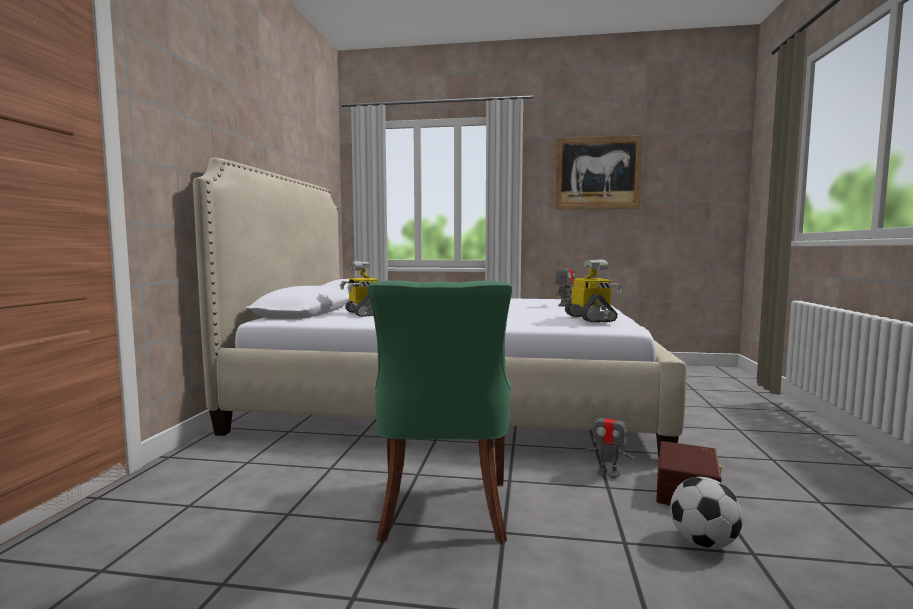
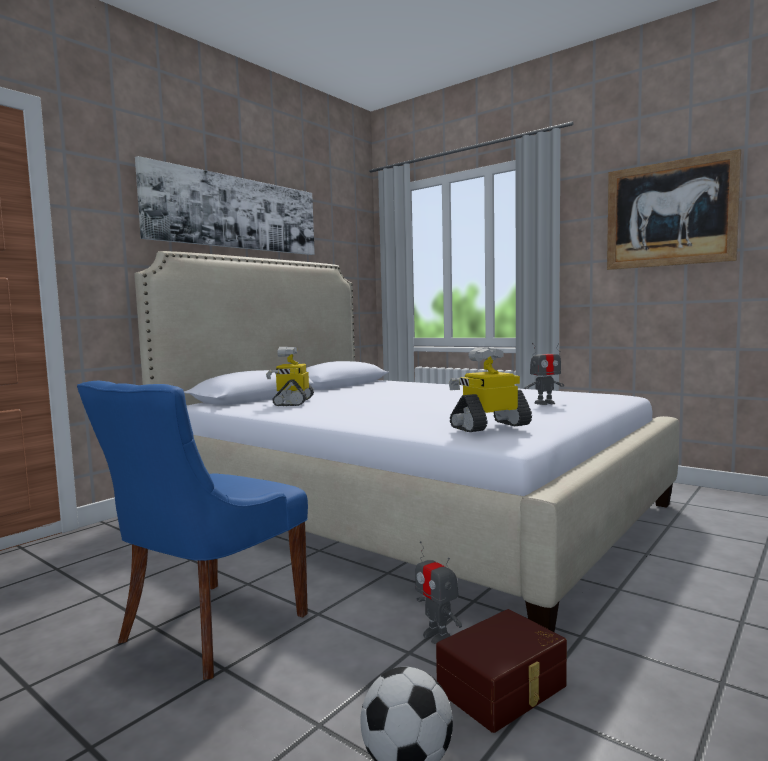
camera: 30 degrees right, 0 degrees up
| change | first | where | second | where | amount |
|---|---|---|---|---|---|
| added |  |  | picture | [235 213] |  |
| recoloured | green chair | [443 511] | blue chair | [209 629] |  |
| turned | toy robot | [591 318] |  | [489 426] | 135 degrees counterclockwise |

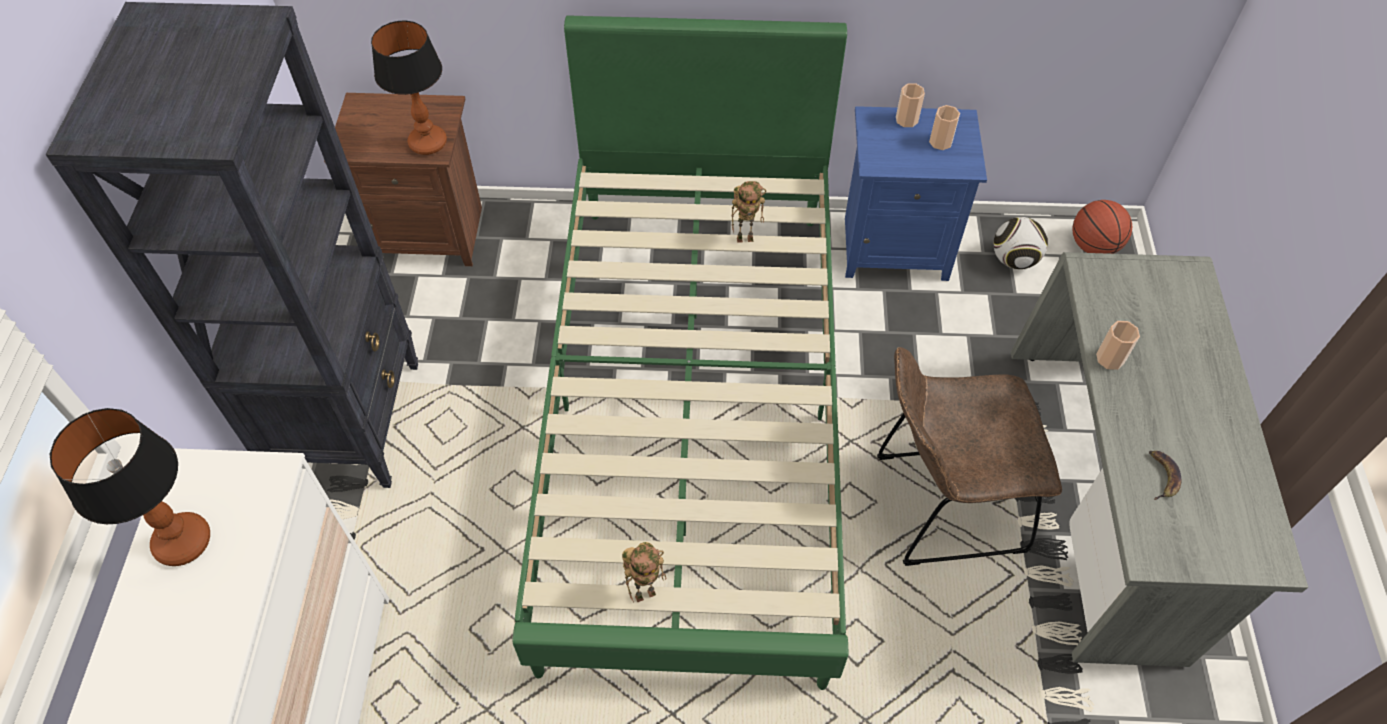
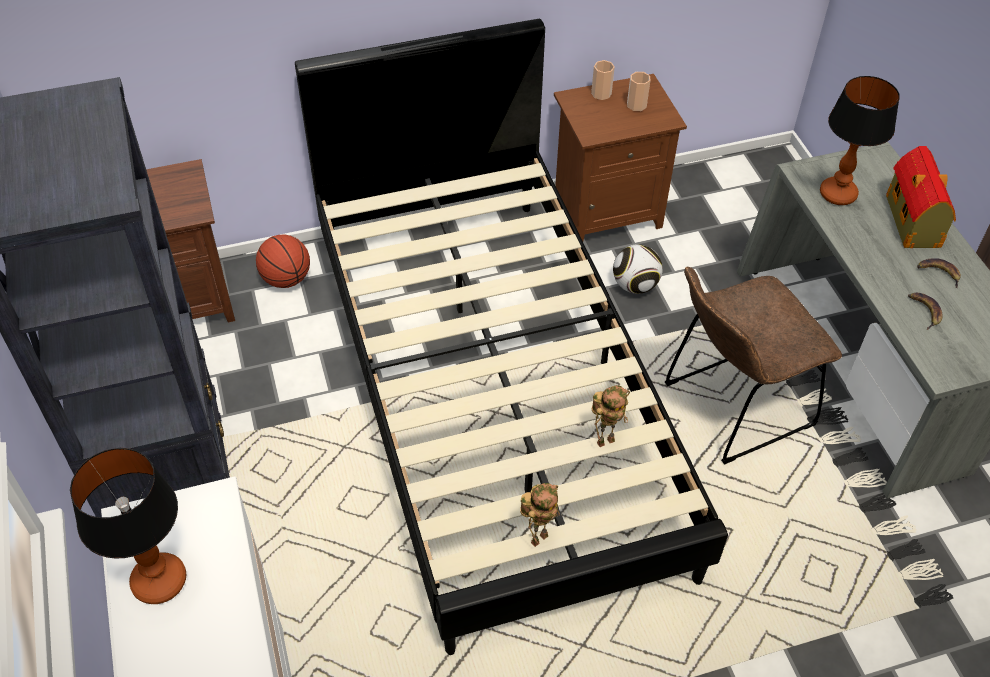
camera: 20 degrees left, 5 degrees down
| change | first | where | second | where | amount |
|---|---|---|---|---|---|
| removed | cup | [1110 358] |  |  |  |
| added |  |  | toy house | [913 222] |  |
| added |  |  | banana | [938 273] |  |
| moved | table lamp | [427 143] |  | [838 195] |  |
| moved | toy robot | [746 238] |  | [606 440] |  |
| moved | football | [1013 260] |  | [634 285] |  |
| moved | basketball | [1093 246] |  | [286 279] |  |
| recoloured | green bed | [693 414] | black bed | [494 393] |  |
| recoloured | blue nightstand | [894 247] | brown nightstand | [606 211] |  |

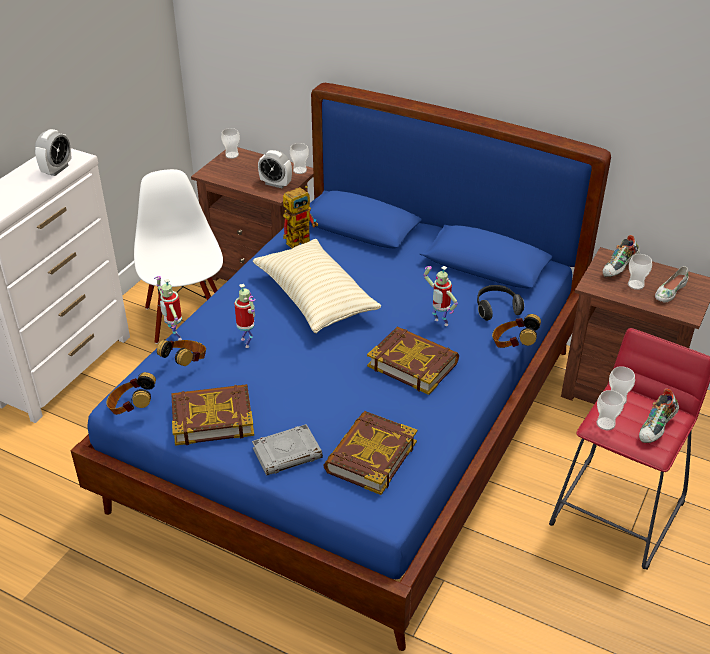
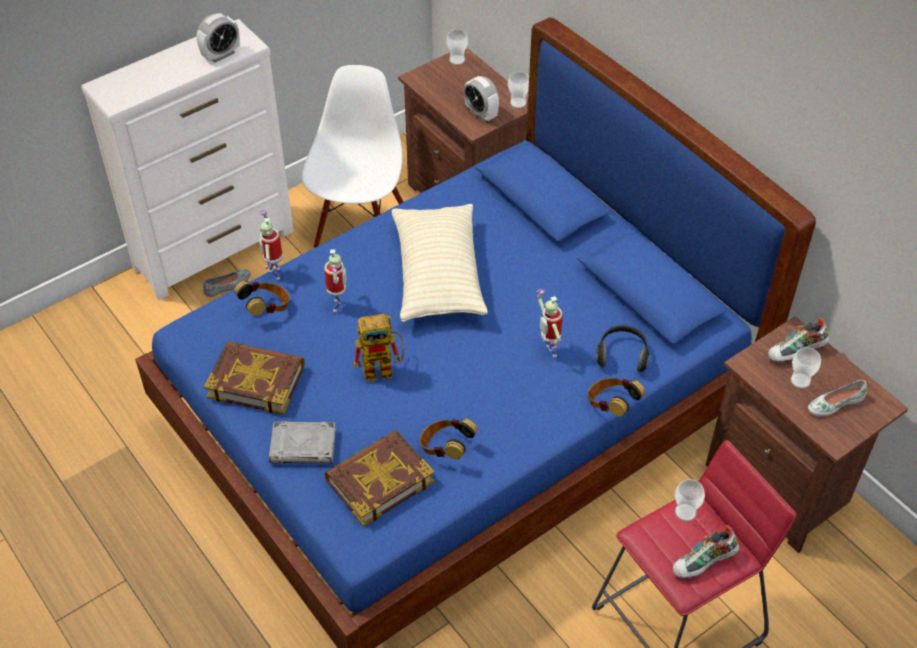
camera: 25 degrees right, 10 degrees up
| change | first | where | second | where | amount |
|---|---|---|---|---|---|
| removed | book | [413 364] |  |  |  |
| removed | cup | [605 424] |  |  |  |
| added |  |  | grey shoe | [228 286] |  |
| moved | headphones | [132 408] |  | [446 449] |  |
| moved | toy robot | [301 240] |  | [384 368] |  |

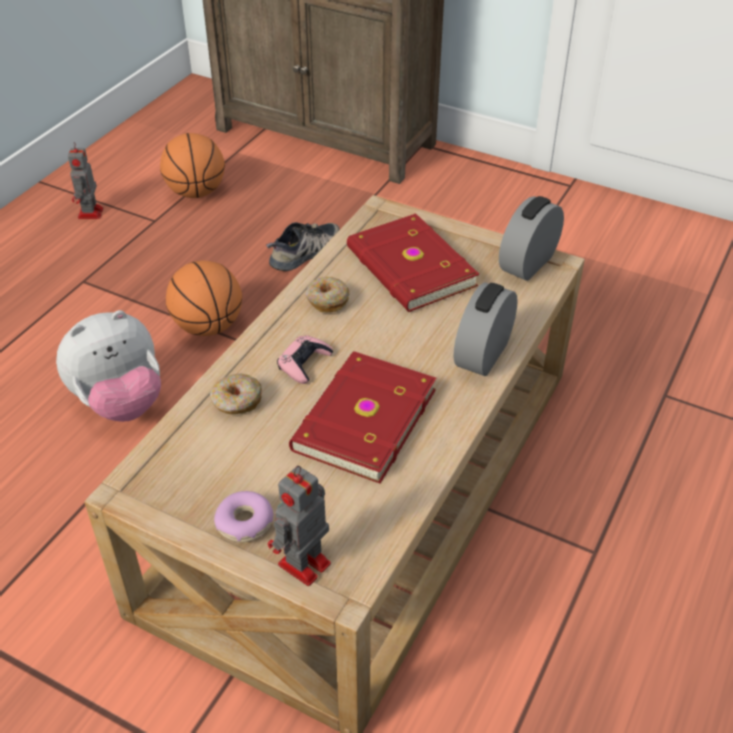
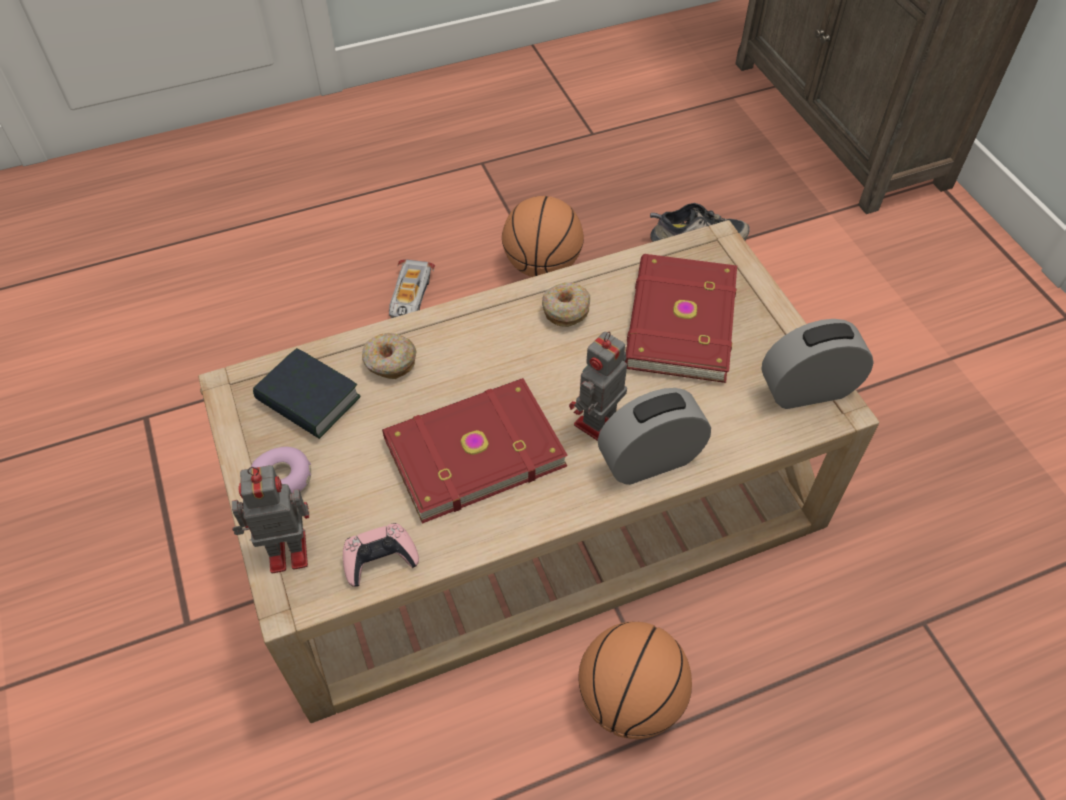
camera: 40 degrees right, 10 degrees up
| change | first | where | second | where | amount |
|---|---|---|---|---|---|
| added |  |  | book | [308 400] |  |
| moved | toy robot | [90 214] |  | [597 426] |  |
| moved | basketball | [196 192] |  | [630 698] |  |
| moved | pink game controller | [304 363] |  | [379 558] |  |
| replaced | plush toy | [120 402] | toy car | [410 295] |  |

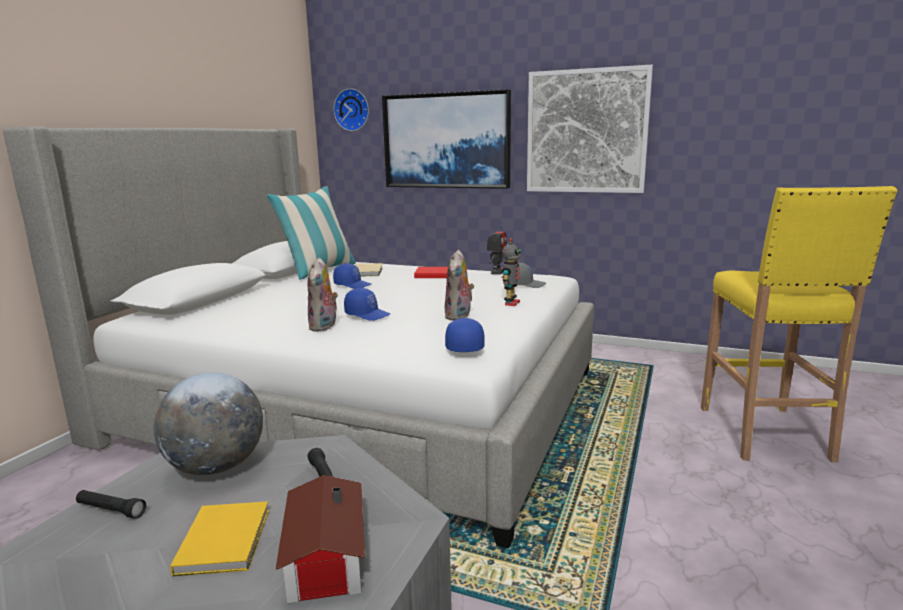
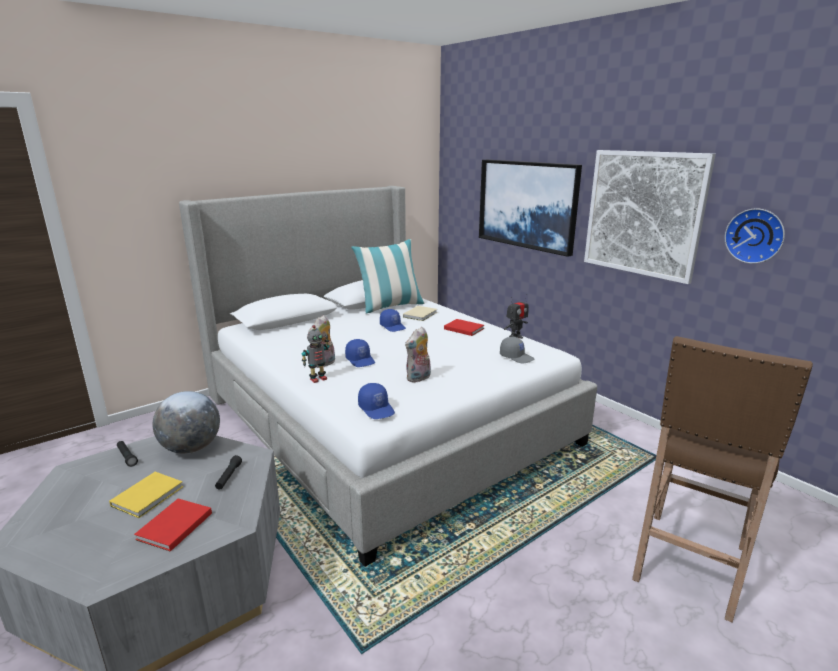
camera: 30 degrees right, 5 degrees up
| change | first | where | second | where | amount |
|---|---|---|---|---|---|
| moved | wall clock | [352 110] |  | [755 235] |  |
| moved | toy robot | [510 303] |  | [318 379] |  |
| replaced | toy house | [323 558] | red book | [173 527] |  |
| recoloured | yellow stool | [765 434] | brown stool | [689 565] |  |
| turned | blue cap | [463 346] |  | [377 409] | 120 degrees clockwise |

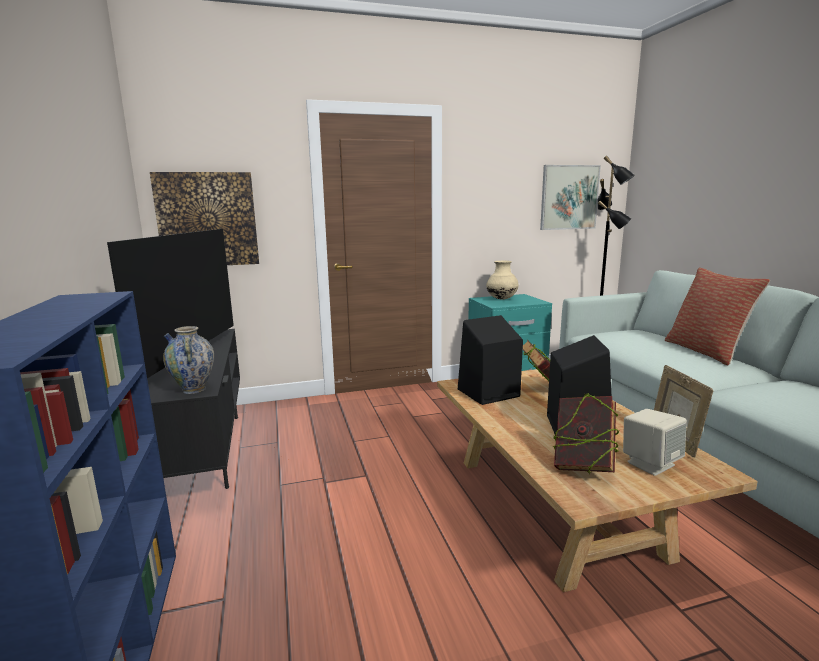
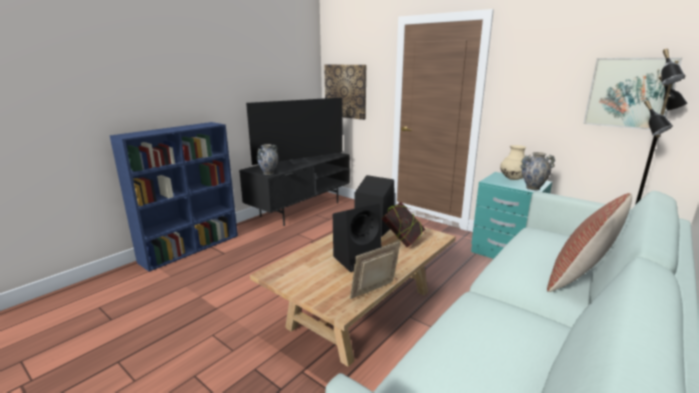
camera: 55 degrees right, 5 degrees up
| change | first | where | second | where | amount |
|---|---|---|---|---|---|
| removed | book | [582 465] |  |  |  |
| removed | beige speaker | [650 463] |  |  |  |
| added |  |  | vase | [533 188] |  |

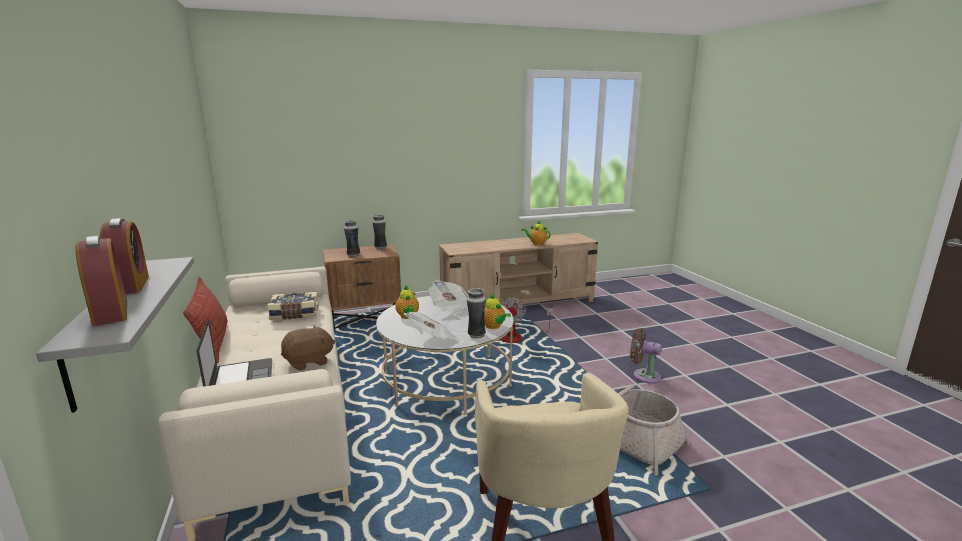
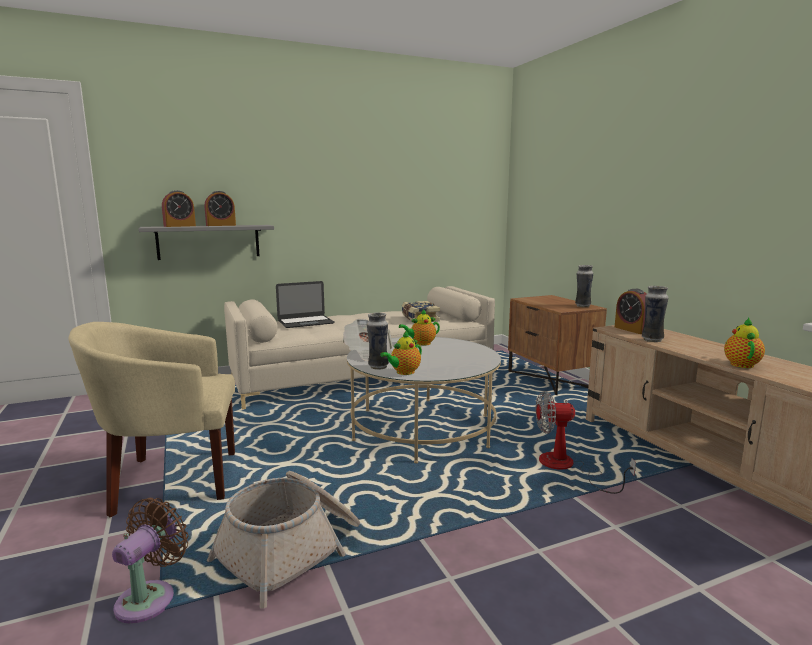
camera: 85 degrees right, 5 degrees down
| change | first | where | second | where | amount |
|---|---|---|---|---|---|
| removed | pillow | [213 342] |  |  |  |
| removed | brown plush toy | [309 362] |  |  |  |
| removed | newspaper | [451 310] |  |  |  |
| added |  |  | alarm clock | [632 330] |  |
| moved | vase | [353 255] |  | [652 340] |  |
| moved | brown fan | [643 375] |  | [150 597] |  |

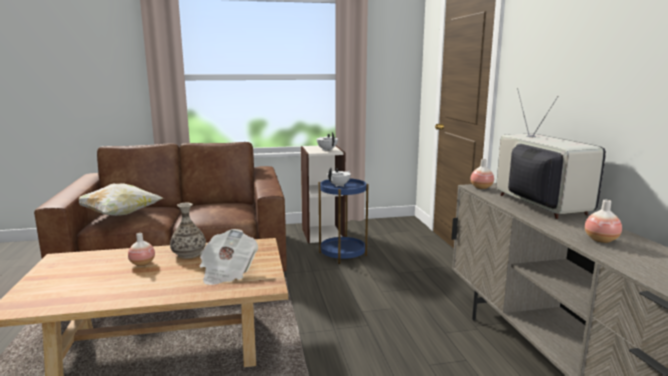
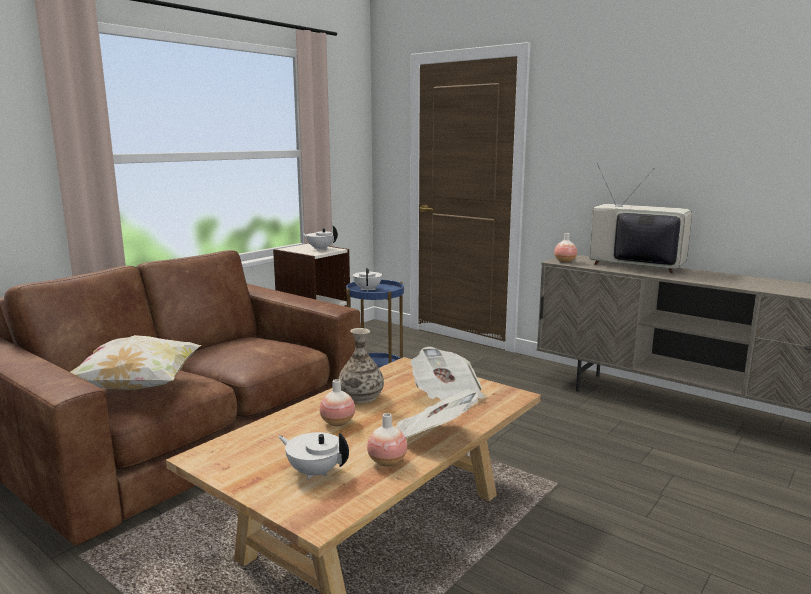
camera: 40 degrees left, 0 degrees up
| change | first | where | second | where | amount |
|---|---|---|---|---|---|
| added |  |  | white teapot | [315 472] |  |
| added |  |  | newspaper | [432 435] |  |
| moved | vase | [601 240] |  | [387 461] |  |

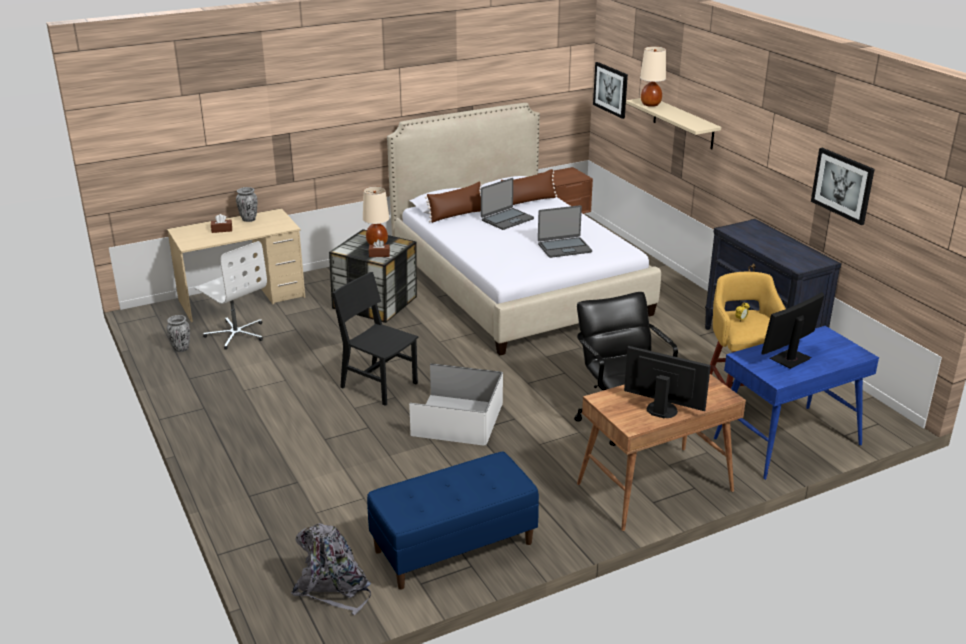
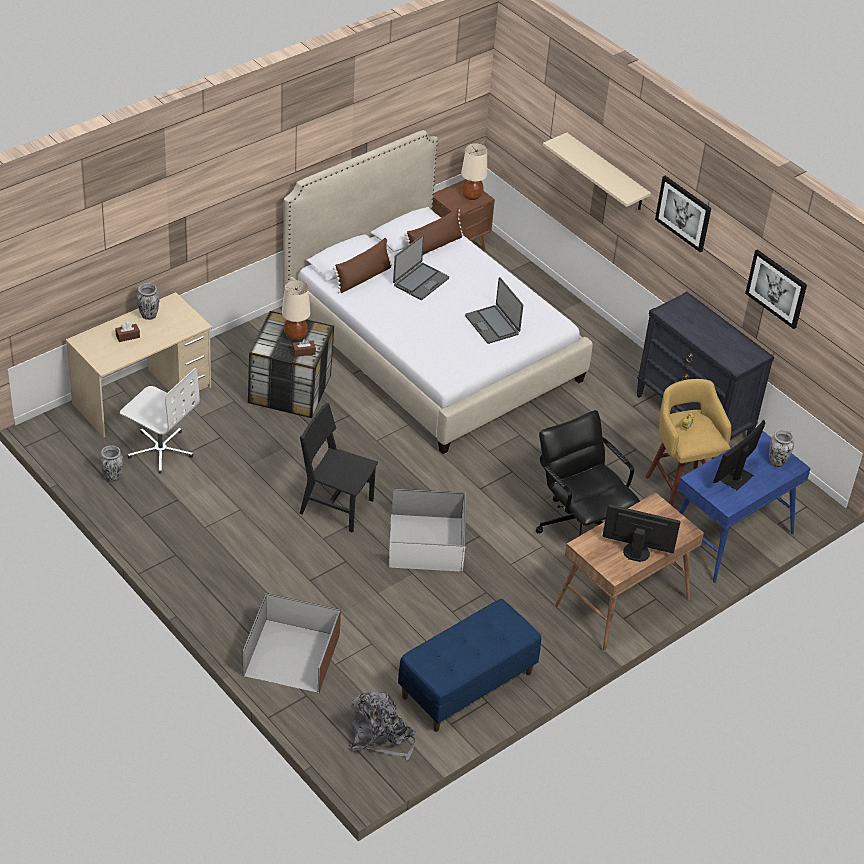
camera: 15 degrees left, 15 degrees up
| change | first | where | second | where | amount |
|---|---|---|---|---|---|
| added |  |  | brown storage box | [290 655] |  |
| added |  |  | vase | [777 462] |  |
| moved | picture | [611 89] |  | [683 213] |  |
| moved | beige table lamp | [650 105] |  | [471 196] |  |
| turned | laptop | [564 248] |  | [492 325] | 90 degrees clockwise |

